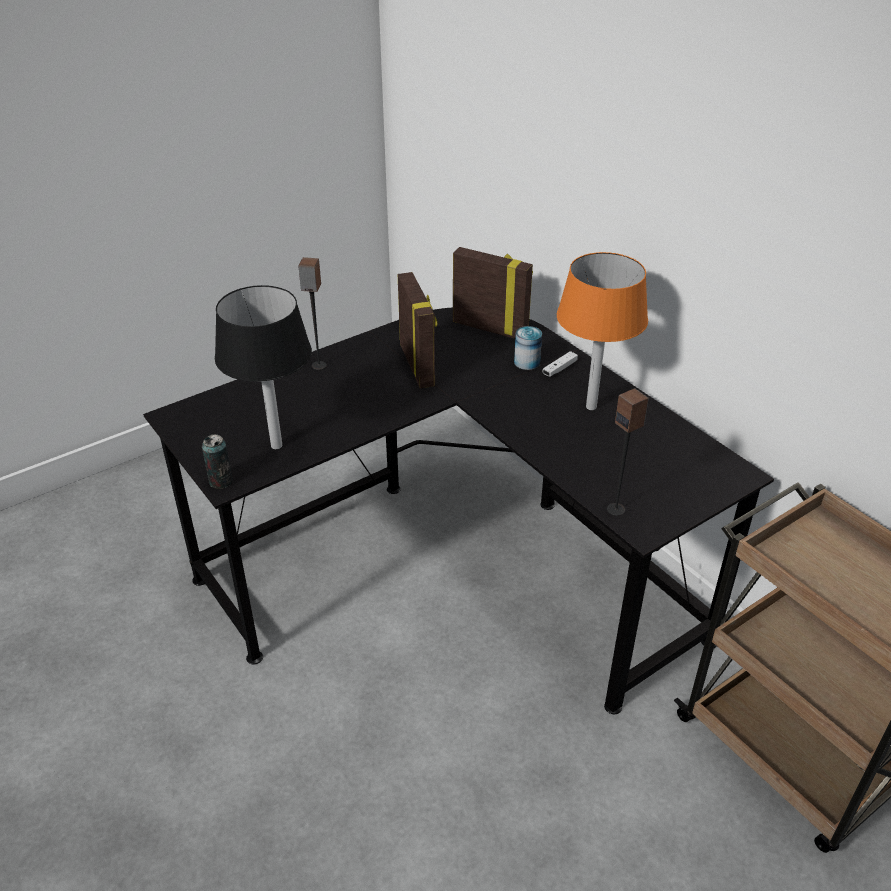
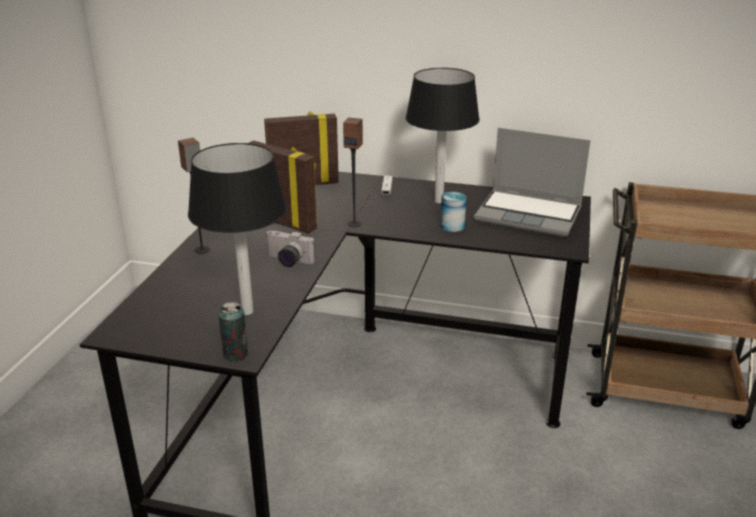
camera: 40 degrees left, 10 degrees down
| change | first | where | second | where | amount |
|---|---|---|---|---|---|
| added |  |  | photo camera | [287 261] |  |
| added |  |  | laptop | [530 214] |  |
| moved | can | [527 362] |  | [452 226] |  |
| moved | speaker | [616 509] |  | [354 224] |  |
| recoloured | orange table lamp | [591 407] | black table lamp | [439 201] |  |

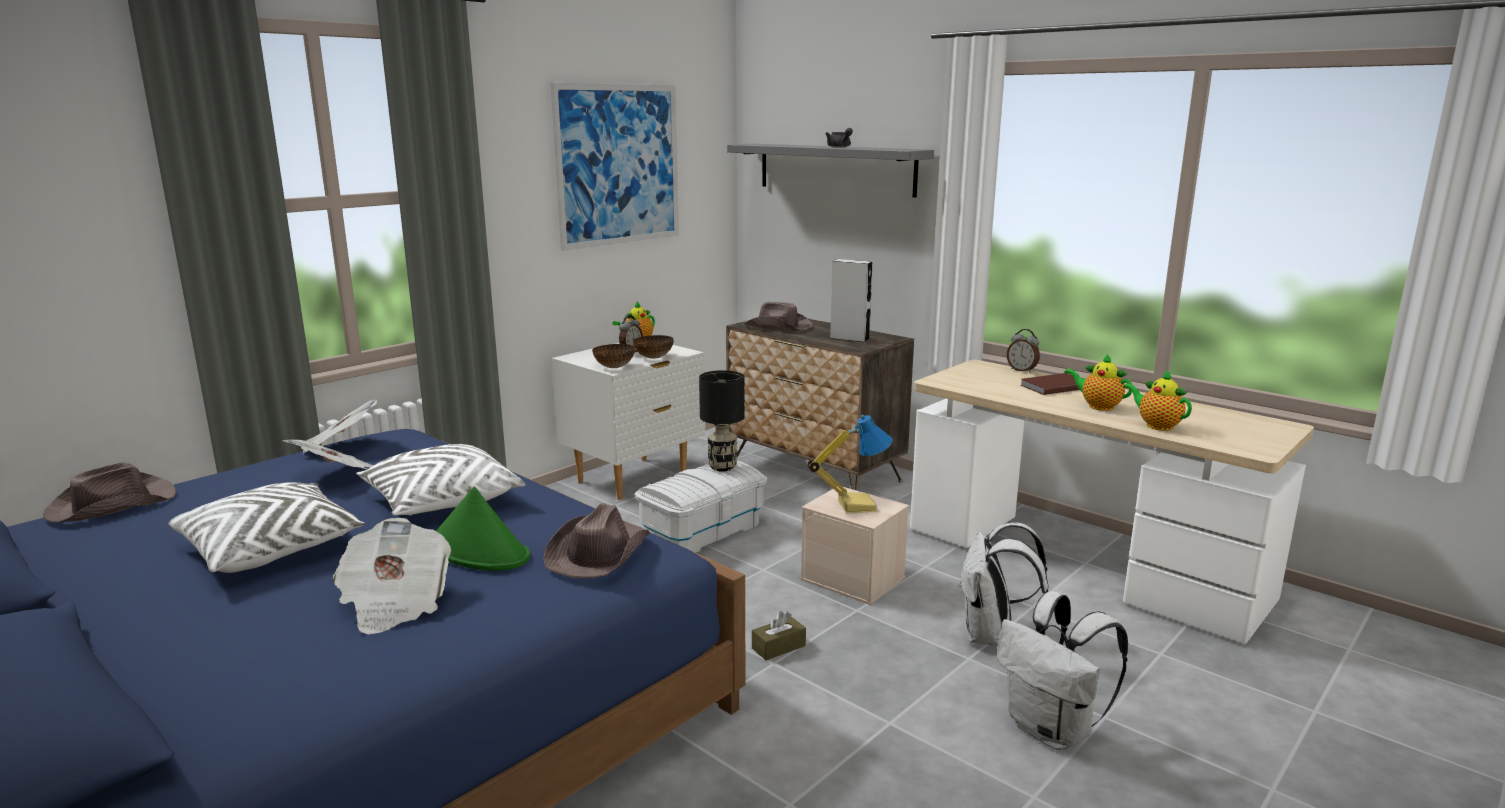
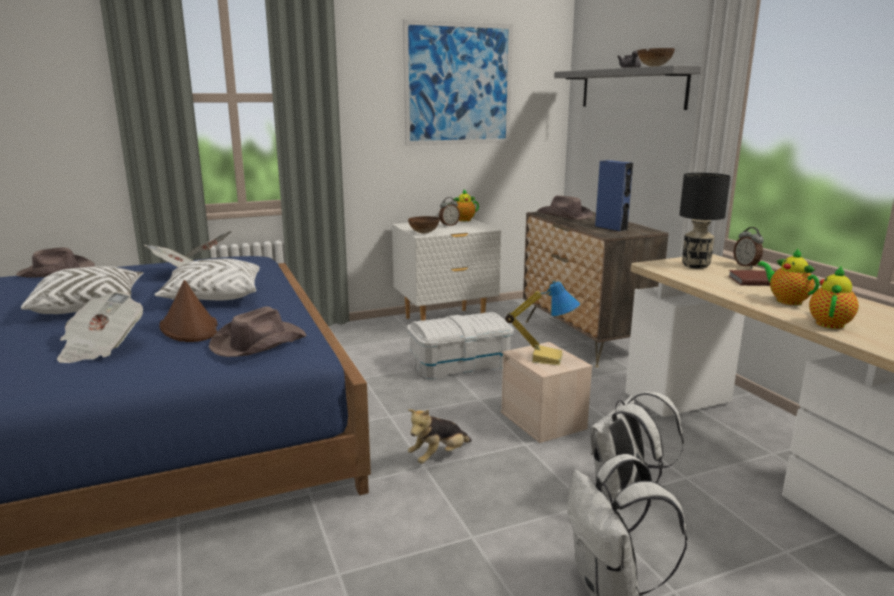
camera: 25 degrees right, 0 degrees up
| change | first | where | second | where | amount |
|---|---|---|---|---|---|
| moved | bowl | [653 357] |  | [654 66] |  |
| moved | black table lamp | [723 467] |  | [696 266] |  |
| replaced | brown tissue box | [778 647] | plush toy | [439 456] |  |
| recoloured | green hat | [478 550] | brown hat | [189 328] |  |
| recoloured | grey speaker | [849 338] | blue speaker | [611 228] |  |
| turned | teapot | [1156 425] |  | [830 323] | 45 degrees clockwise |

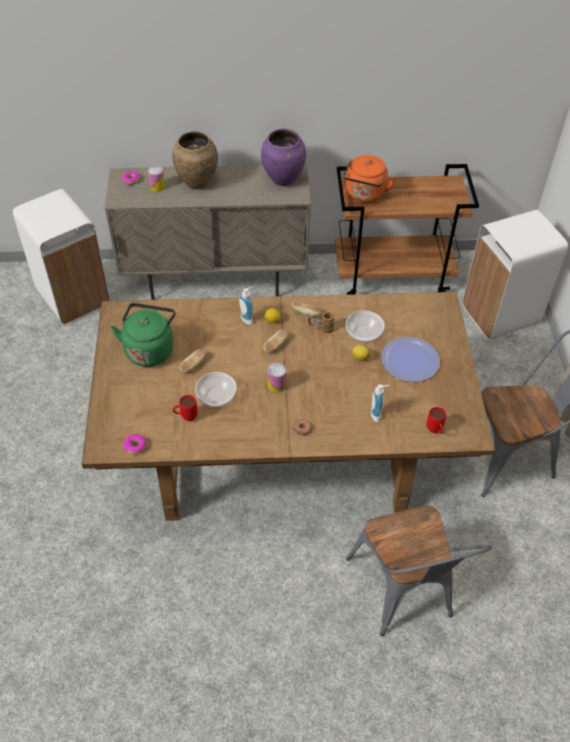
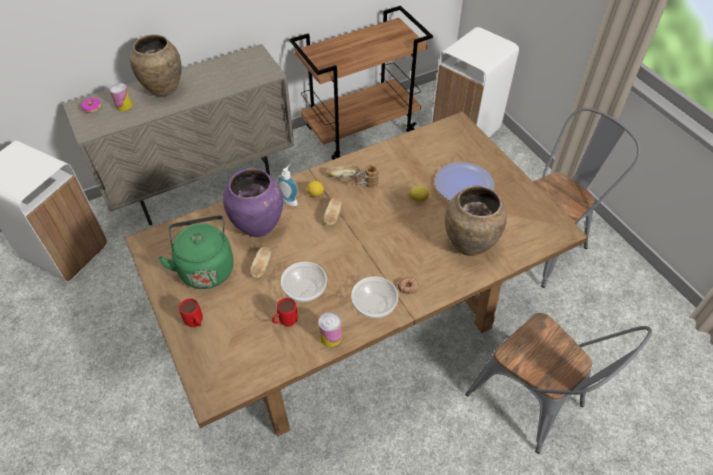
camera: 25 degrees left, 0 degrees up
| change | first | where | second | where | amount |
|---|---|---|---|---|---|
| removed | donut | [135 446] |  |  |  |
| removed | orange kettle | [365 195] |  |  |  |
| moved | purple vase | [283 179] |  | [259 226] |  |
| moved | can | [277 385] |  | [330 337] |  |
| moved | bowl | [364 333] |  | [374 304] |  |
| moved | red mug | [435 431] |  | [196 324] |  |
| replaced | soap dispenser | [377 414] | brown vase | [468 245] |  |

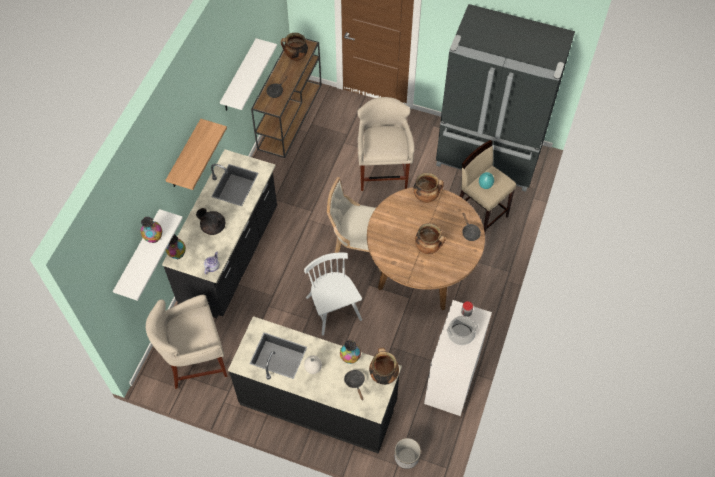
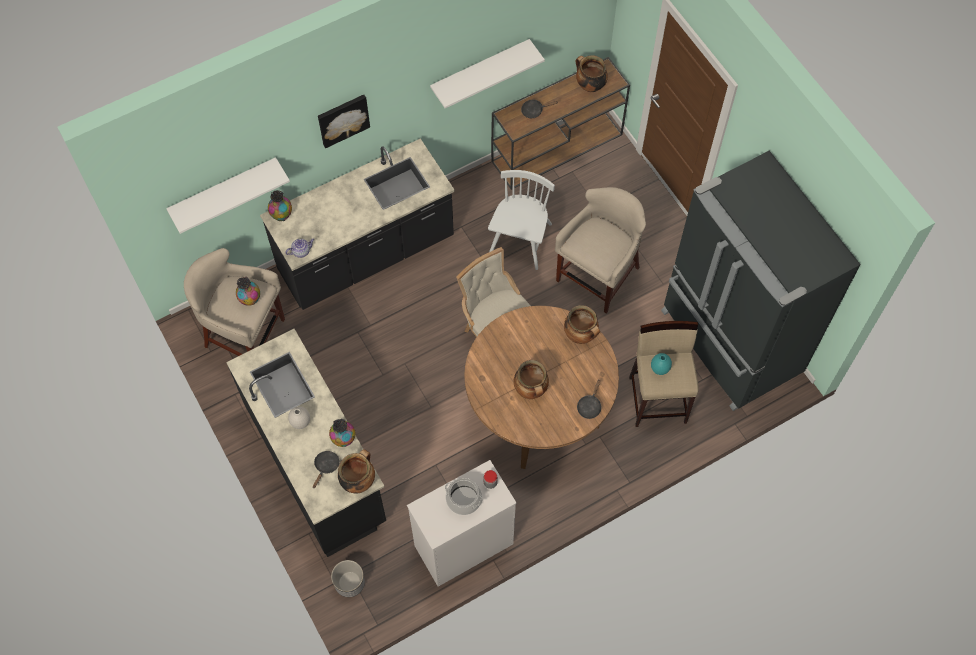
camera: 40 degrees right, 5 degrees up
| change | first | where | second | where | amount |
|---|---|---|---|---|---|
| removed | black teapot | [213 227] |  |  |  |
| moved | vase | [153 238] |  | [250 299] |  |
| moved | white chair | [333 309] |  | [520 240] |  |
| replaced | shelf | [185 155] | picture | [343 119] |  |

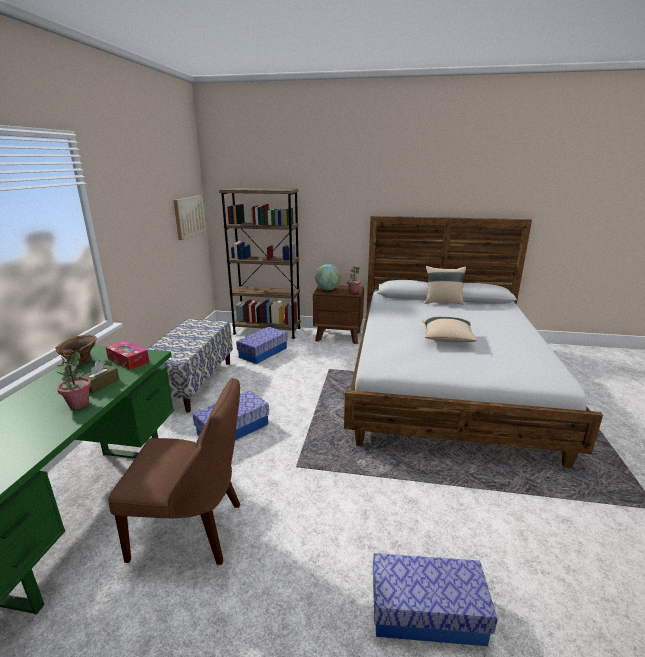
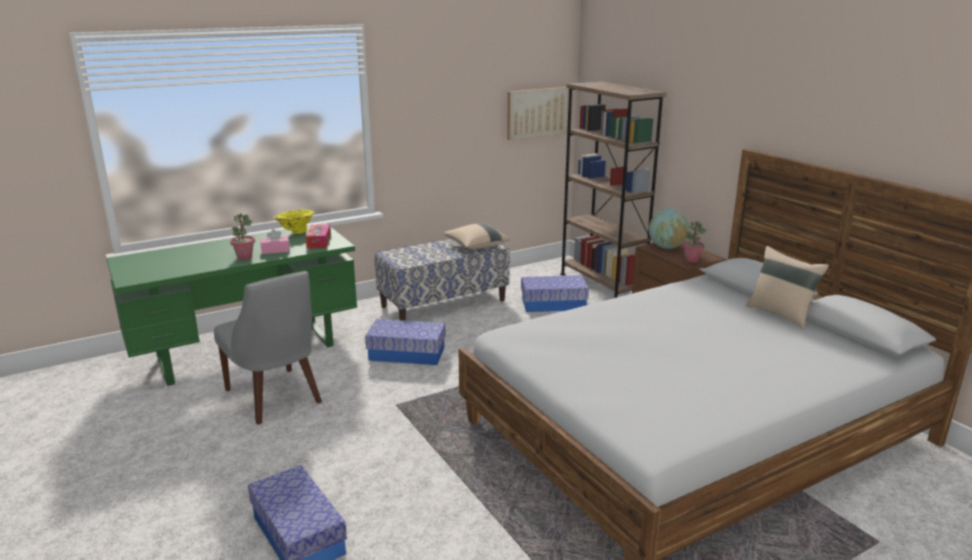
camera: 50 degrees right, 0 degrees up
| change | first | where | second | where | amount |
|---|---|---|---|---|---|
| moved | beige pillow | [447 339] |  | [475 246] |  |
| recoloured | brown vase | [80 362] | yellow vase | [295 232] |  |
| recoloured | brown tissue box | [101 384] | pink tissue box | [275 250] |  |
| recoloured | brown chair | [192 531] | grey chair | [275 398] |  |

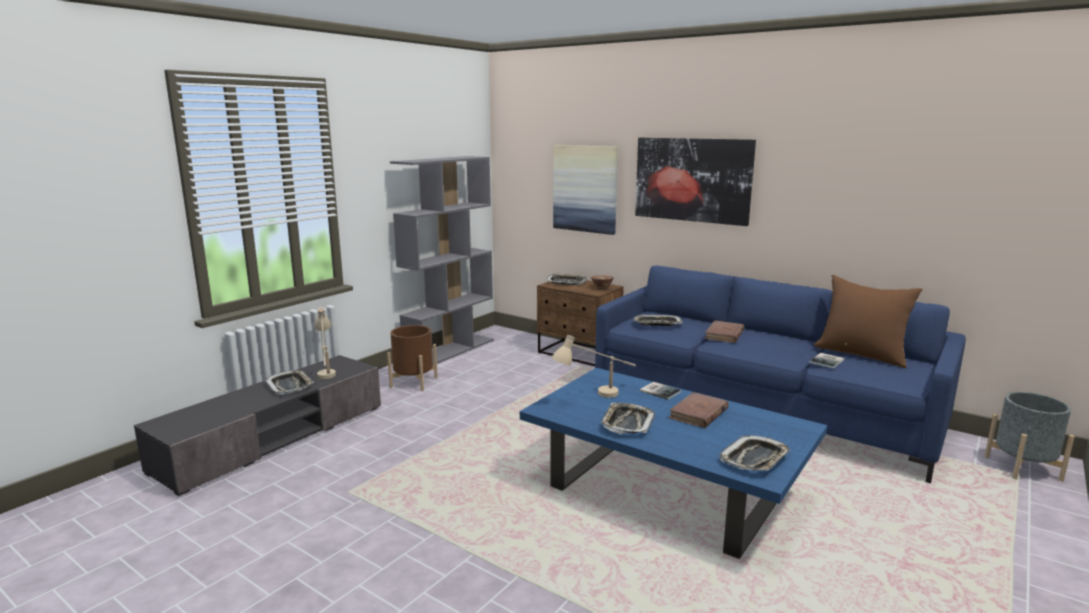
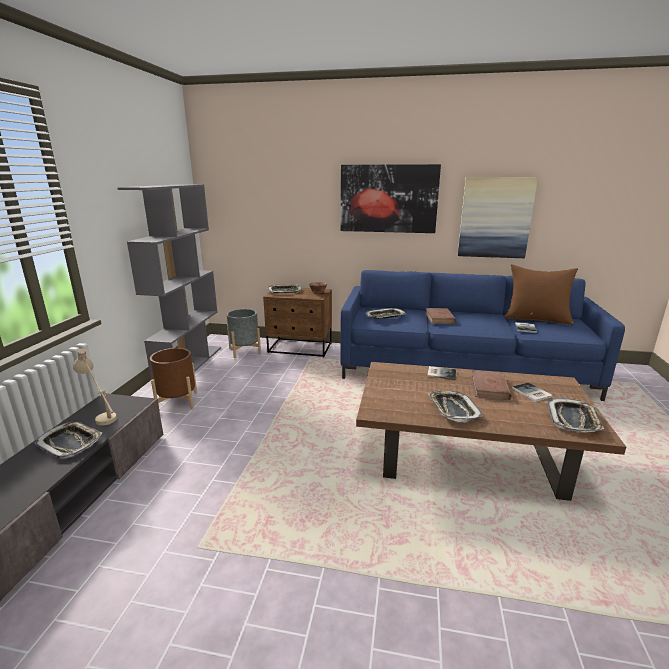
camera: 25 degrees left, 5 degrees up
| change | first | where | second | where | amount |
|---|---|---|---|---|---|
| removed | beige table lamp | [595 396] |  |  |  |
| added |  |  | book | [531 393] |  |
| moved | picture | [585 189] |  | [495 218] |  |
| moved | grey planter | [1022 468] |  | [244 351] |  |
| recoloured | blue coffee table | [668 490] | brown coffee table | [468 453] |  |

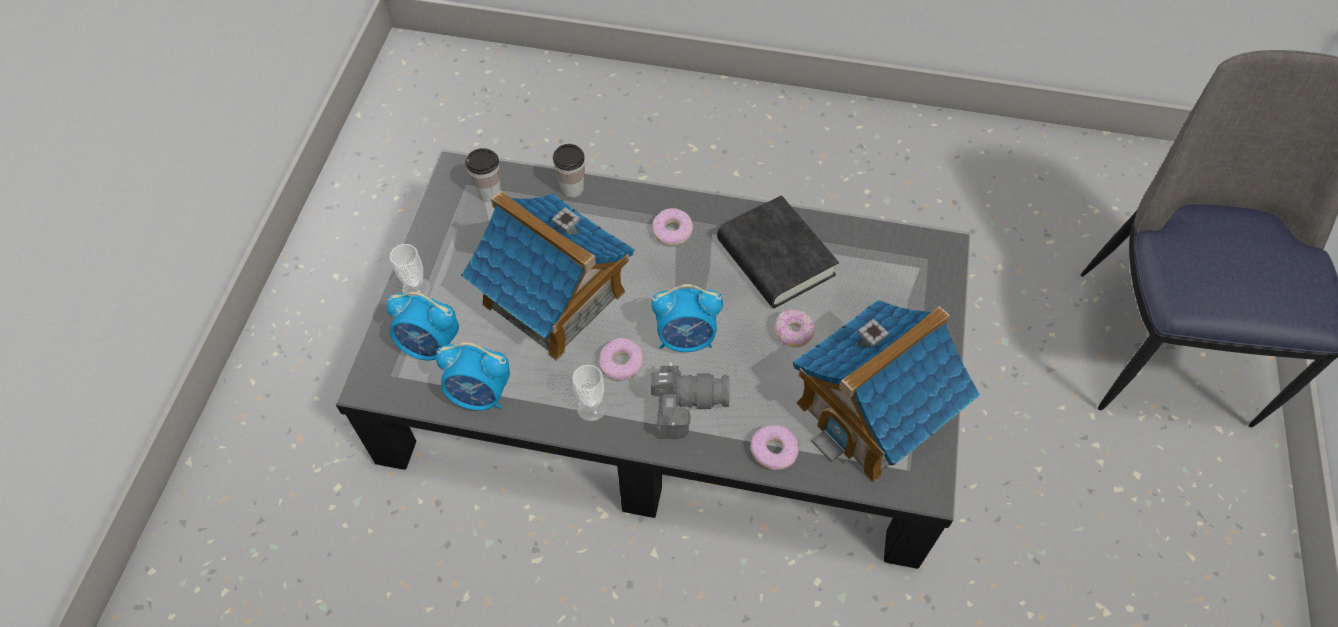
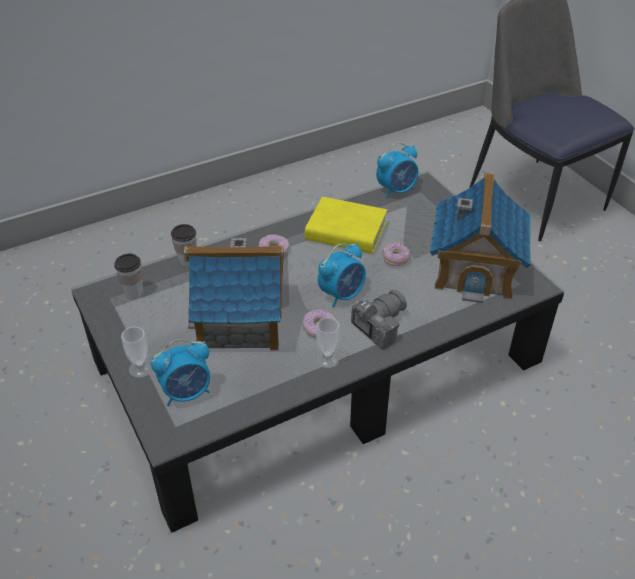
camera: 40 degrees left, 15 degrees down
| change | first | where | second | where | amount |
|---|---|---|---|---|---|
| removed | donut | [774 450] |  |  |  |
| moved | alarm clock | [480 395] |  | [396 190] |  |
| recoloured | black book | [775 258] | yellow book | [346 231] |  |

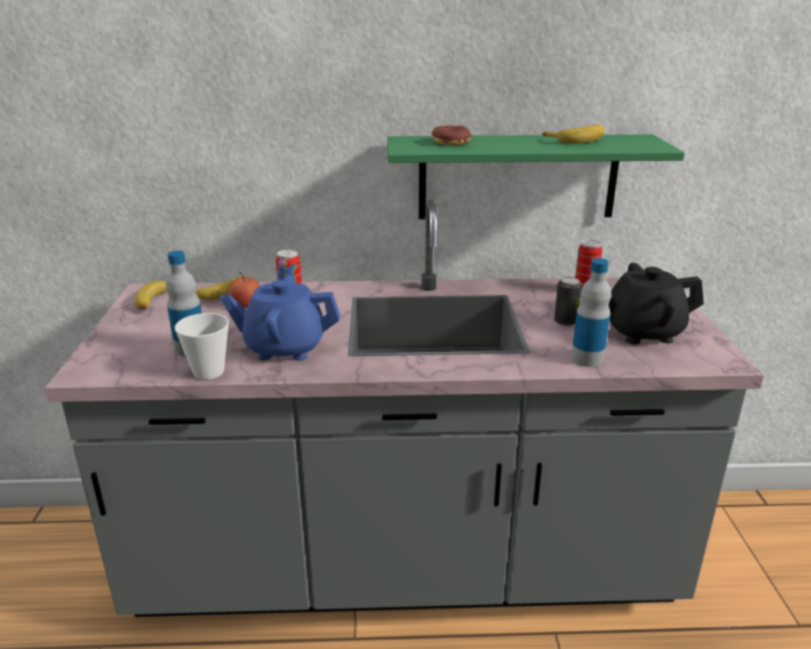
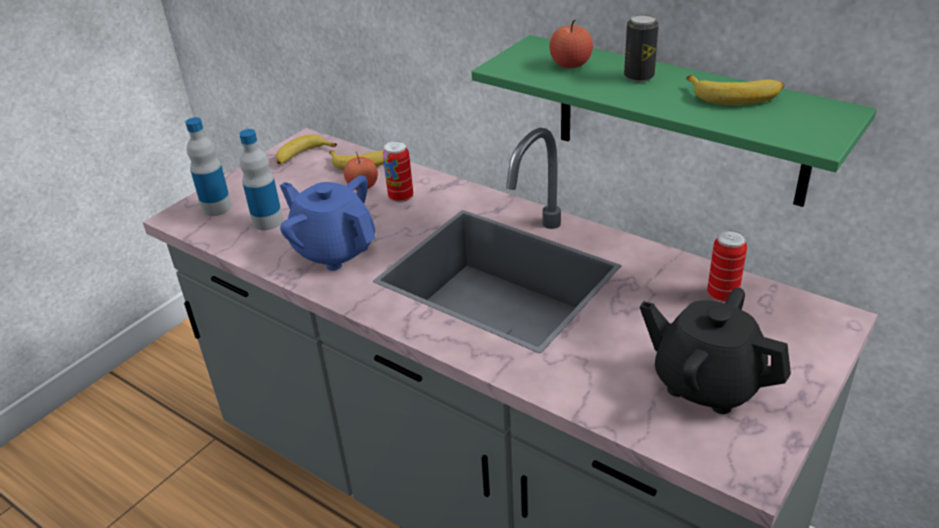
camera: 40 degrees right, 10 degrees up
| change | first | where | second | where | amount |
|---|---|---|---|---|---|
| removed | cup | [208 372] |  |  |  |
| moved | can | [565 321] |  | [639 76] |  |
| moved | bottle | [587 358] |  | [216 208] |  |
| replaced | donut | [451 142] | apple | [570 64] |  |

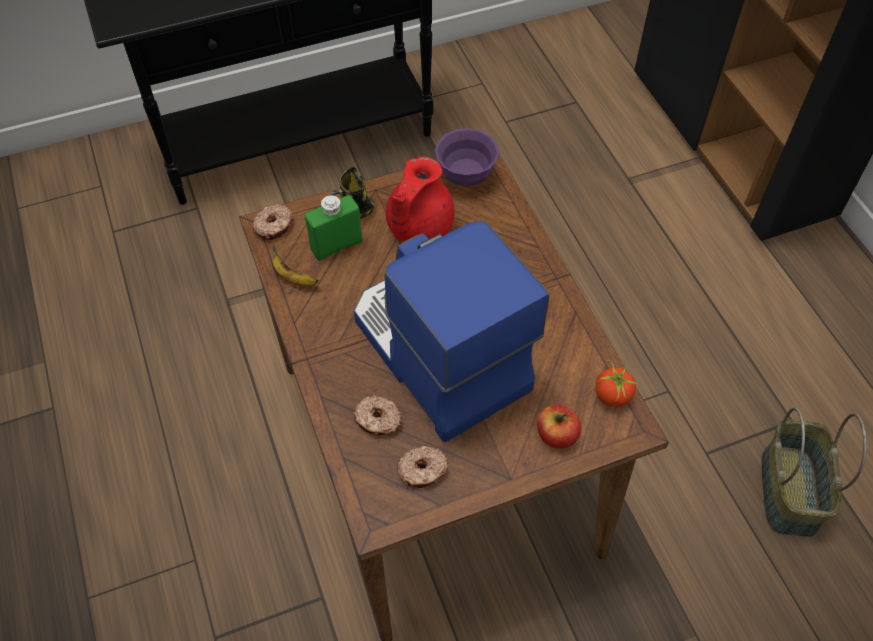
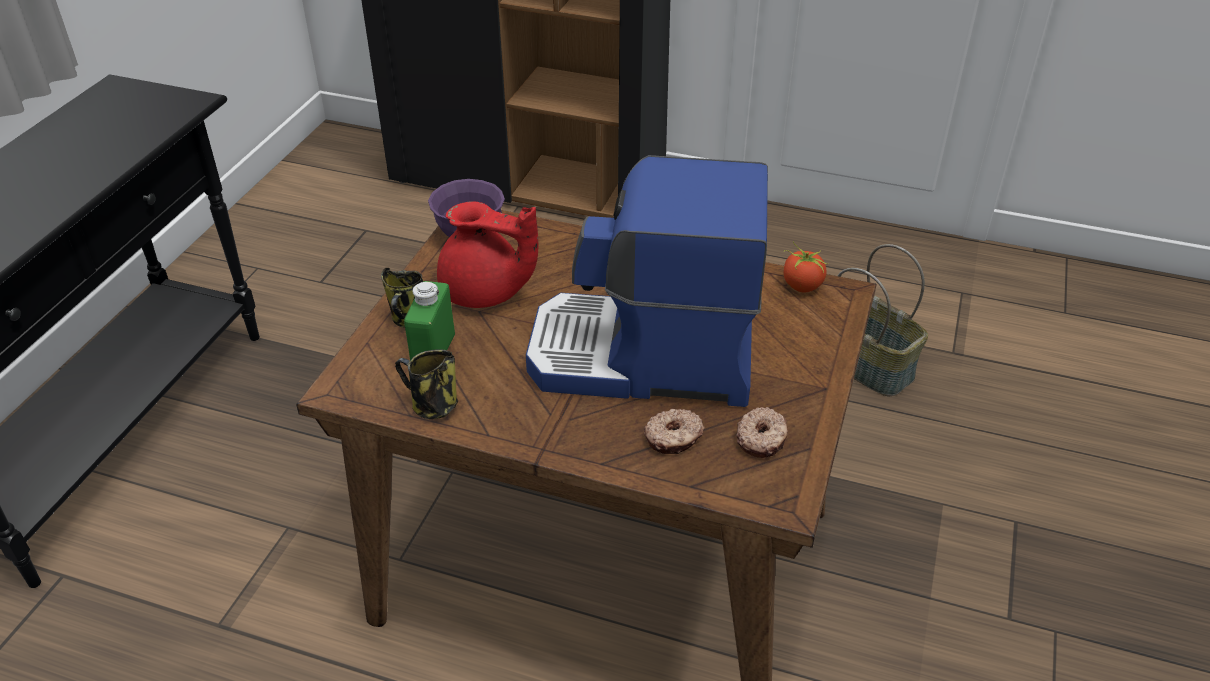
camera: 50 degrees left, 15 degrees down
| change | first | where | second | where | amount |
|---|---|---|---|---|---|
| removed | donut | [274 226] |  |  |  |
| removed | apple | [556 435] |  |  |  |
| replaced | banana | [292 278] | mug | [432 406] |  |
| turned | red teapot | [417 227] |  | [485 293] | 45 degrees counterclockwise |

